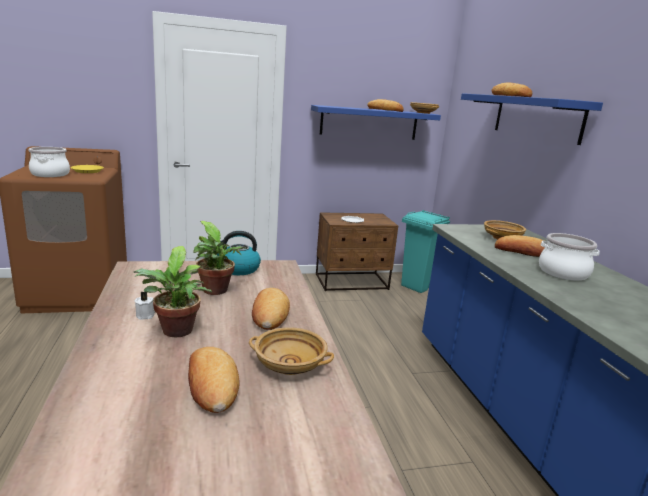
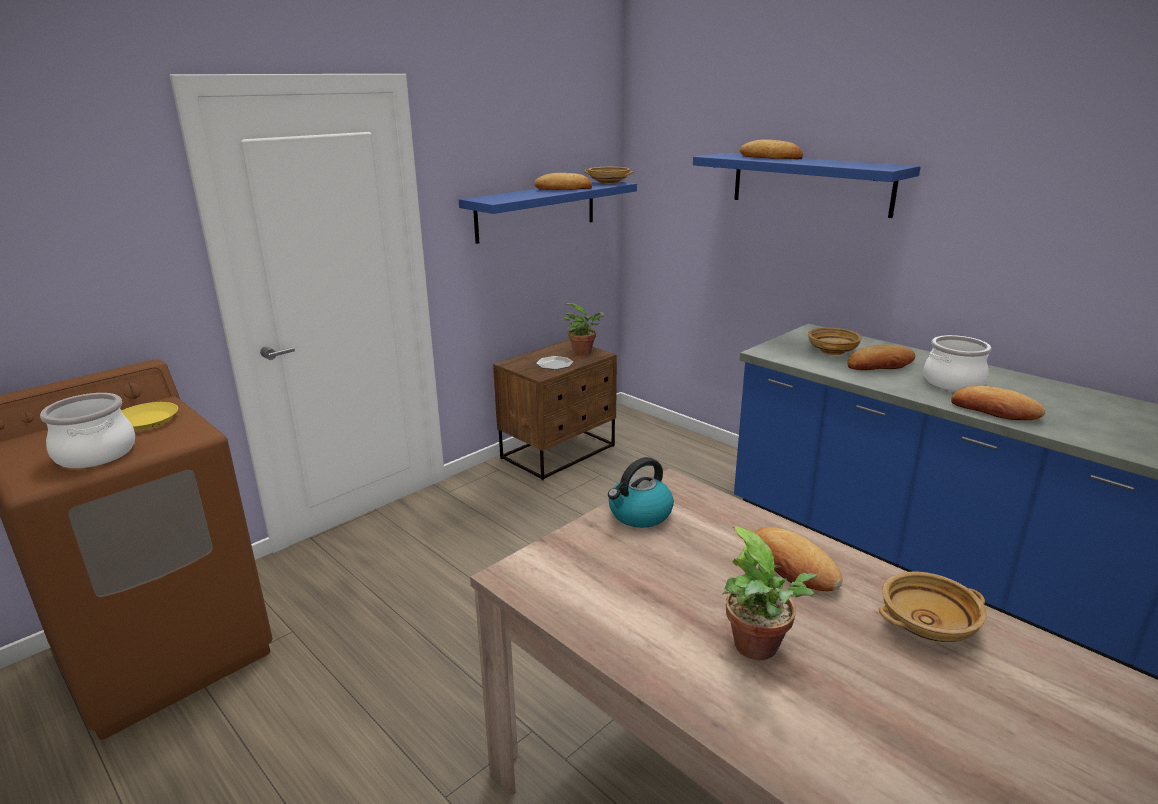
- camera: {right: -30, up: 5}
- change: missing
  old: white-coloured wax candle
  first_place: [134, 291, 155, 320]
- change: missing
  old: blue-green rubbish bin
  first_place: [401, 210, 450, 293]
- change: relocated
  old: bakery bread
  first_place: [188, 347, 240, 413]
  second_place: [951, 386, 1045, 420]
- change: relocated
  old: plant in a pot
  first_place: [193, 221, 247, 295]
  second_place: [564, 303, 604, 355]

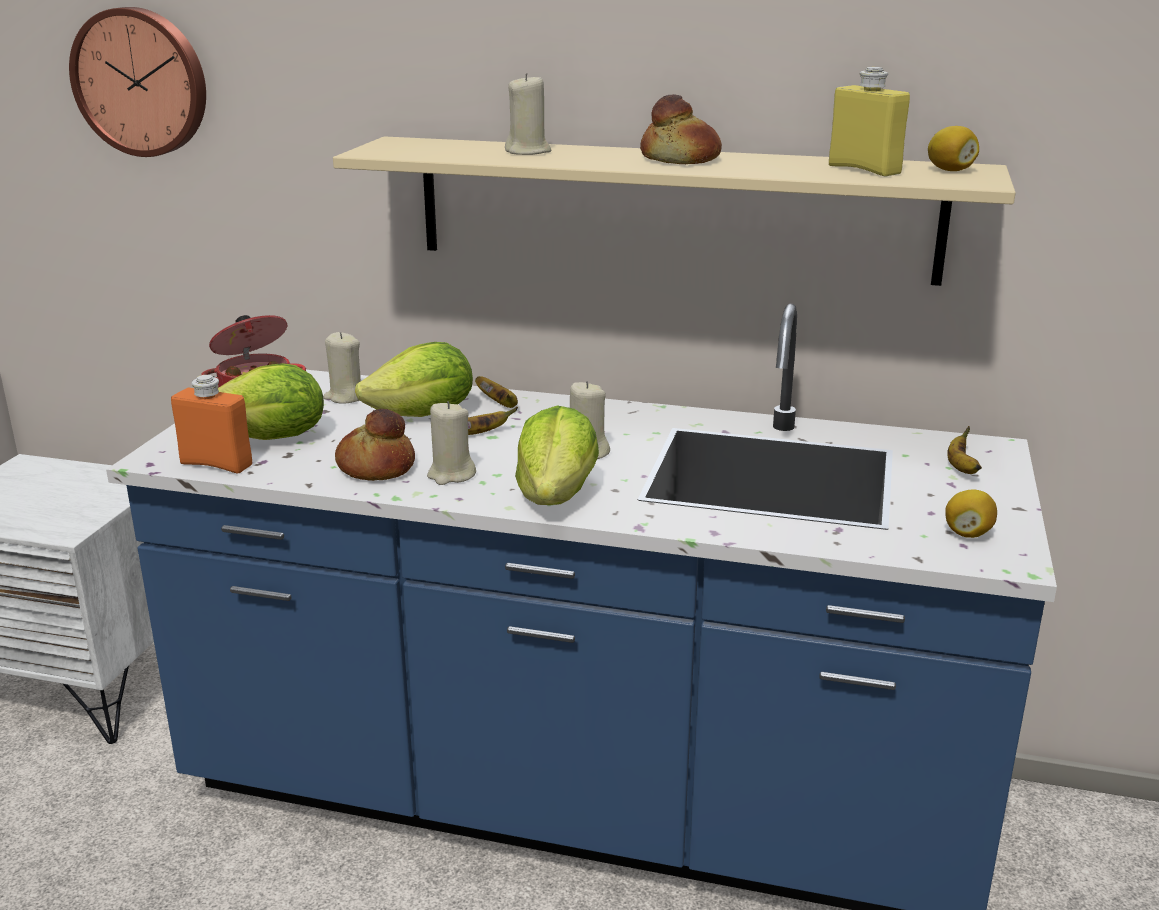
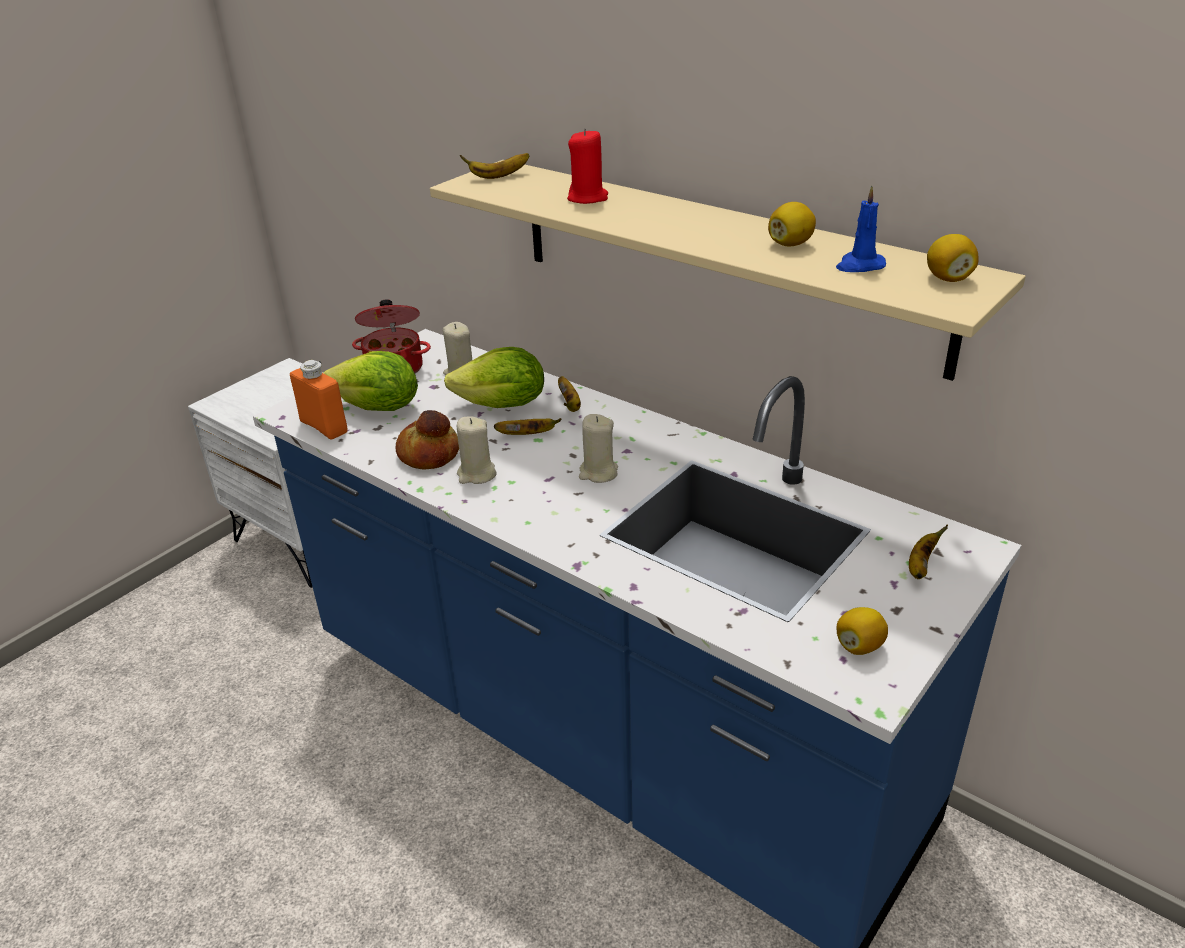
- camera: {right: 25, up: 10}
- change: missing
  old: clock on the wall
  first_place: [69, 7, 206, 157]
- change: missing
  old: lettuce head
  first_place: [515, 405, 599, 505]
- change: missing
  old: bakery bread
  first_place: [640, 94, 722, 164]
- change: appeared
  new: banana fruit
  second_place: [460, 153, 529, 179]
- change: appeared
  new: lemon
  second_place: [768, 202, 816, 246]
- change: exchanged
  old: yellowish beverage bottle
  new: blue-coloured wax candle
  first_place: [829, 67, 910, 176]
  second_place: [836, 186, 886, 272]
- change: colour
  old: beige wax candle
  new: red wax candle
  first_place: [505, 73, 551, 155]
  second_place: [567, 128, 608, 204]

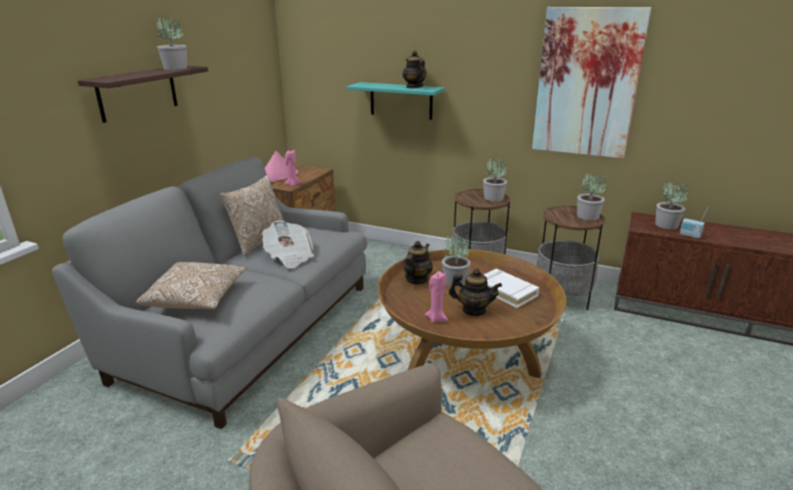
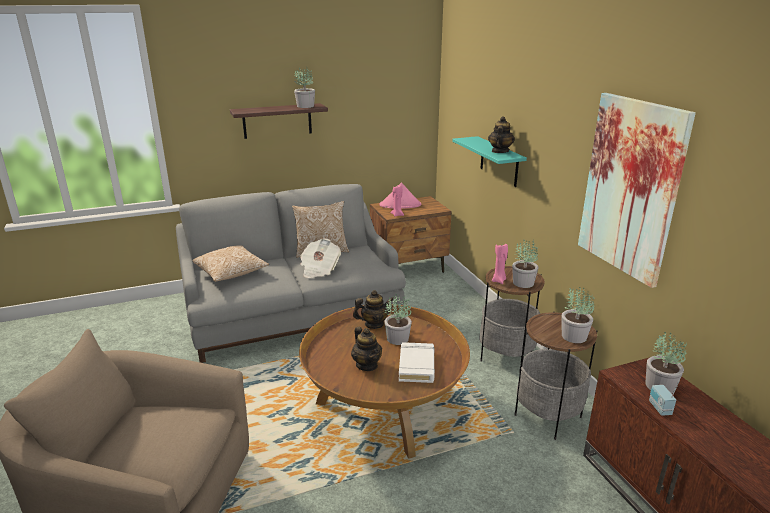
- camera: {right: 45, up: 0}
- change: relocated
  old: pink wax candle
  first_place: [425, 271, 448, 323]
  second_place: [492, 244, 508, 284]

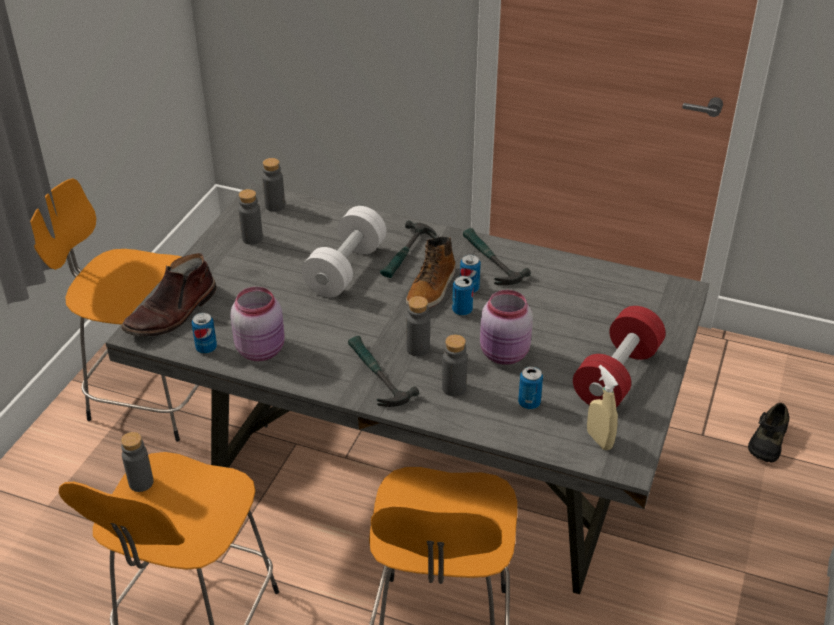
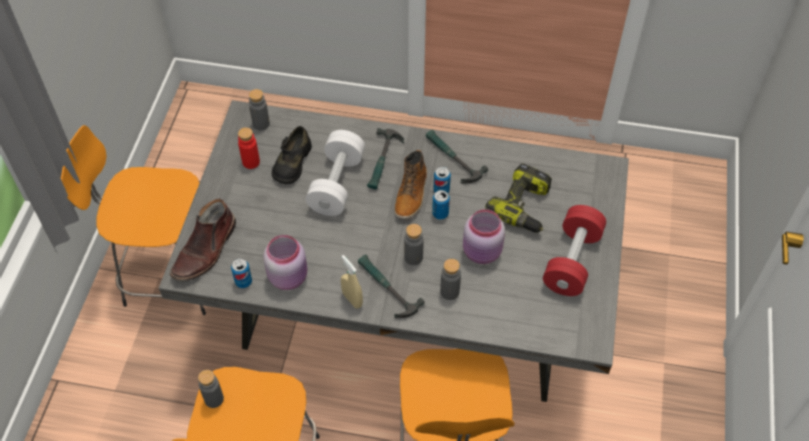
- camera: {right: -10, up: 15}
- change: missing
  old: sealed can
  first_place: [518, 366, 543, 409]
- change: appeared
  new: electric drill
  second_place: [485, 164, 552, 233]
- change: relocated
  old: beige hand sprayer
  first_place: [587, 365, 618, 450]
  second_place: [341, 255, 363, 308]
- change: relocated
  old: black-coloured item of footwear
  first_place: [748, 403, 789, 463]
  second_place: [272, 126, 312, 184]
- change: colour
  old: gray beverage bottle
  new: red beverage bottle
  first_place: [238, 189, 263, 245]
  second_place: [238, 127, 260, 169]

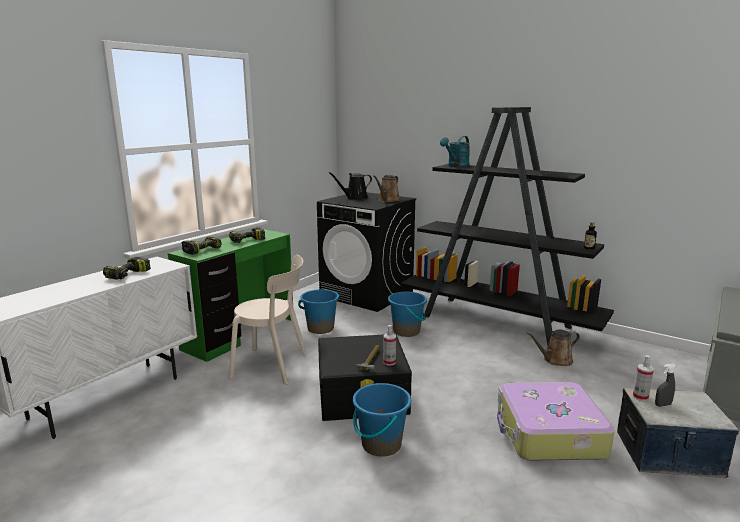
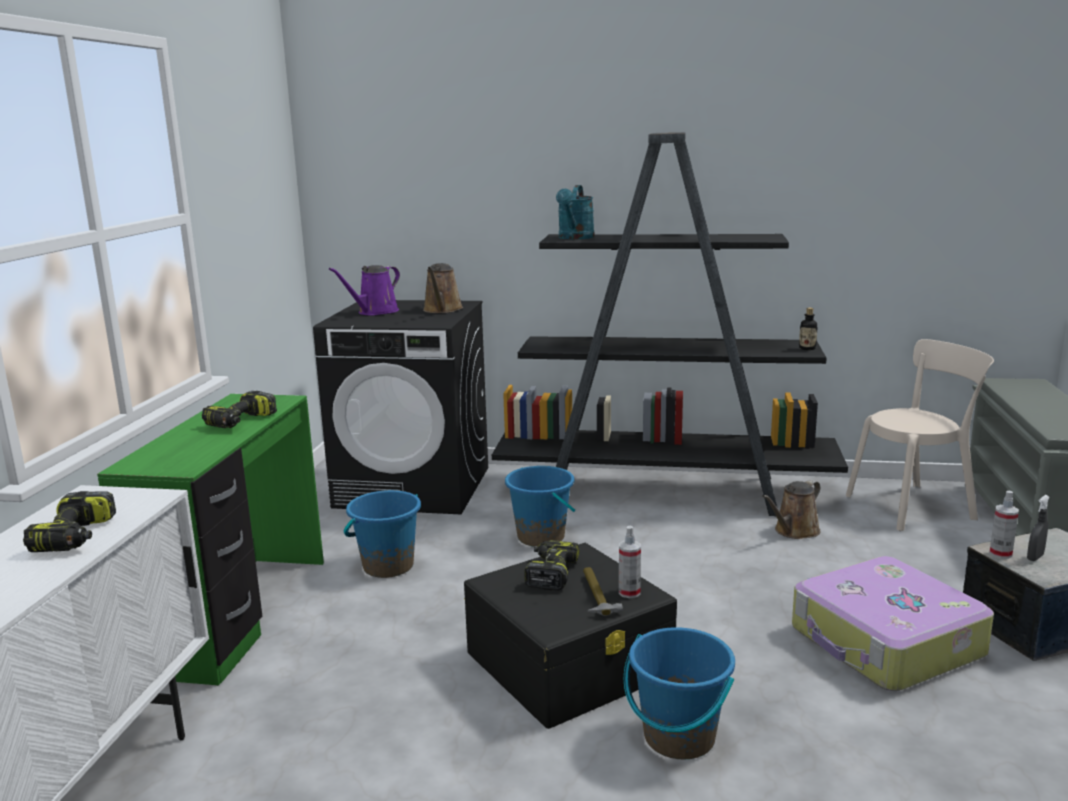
- camera: {right: -25, up: 0}
- change: relocated
  old: electric drill
  first_place: [182, 236, 222, 255]
  second_place: [524, 540, 579, 590]
- change: relocated
  old: beige plain chair
  first_place: [229, 255, 307, 385]
  second_place: [846, 339, 994, 531]
- change: colour
  old: black-coloured sprinkling can
  new: purple-coloured sprinkling can
  first_place: [328, 172, 372, 199]
  second_place: [329, 265, 400, 315]

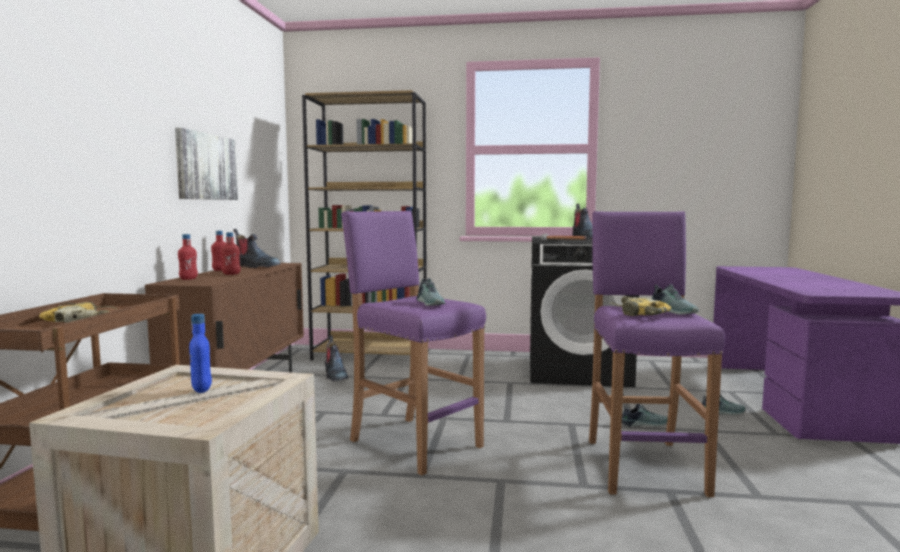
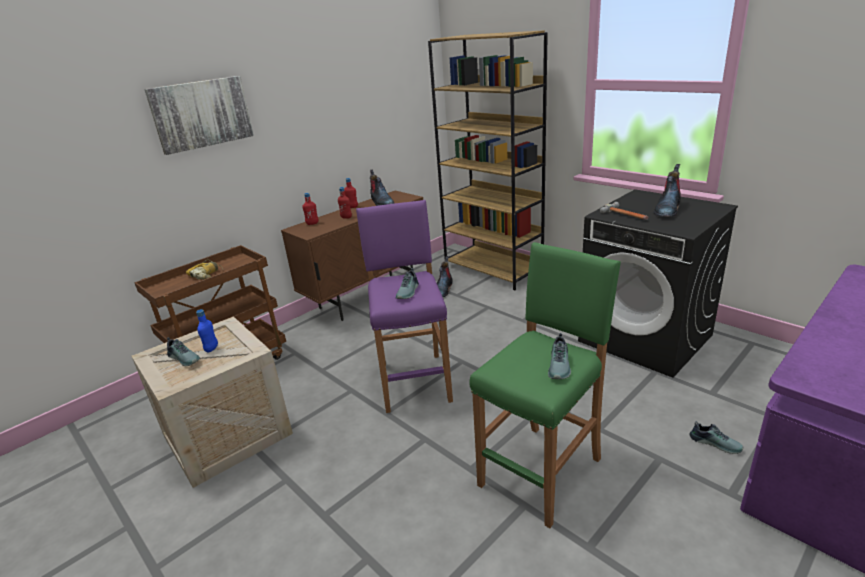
- camera: {right: 40, up: 20}
- change: missing
  old: electric drill
  first_place: [609, 296, 671, 316]
- change: relocated
  old: wall art
  first_place: [175, 128, 238, 200]
  second_place: [144, 76, 254, 155]
- change: relocated
  old: item of footwear
  first_place: [622, 404, 668, 427]
  second_place: [167, 337, 200, 366]
- change: colour
  old: purple-coloured stool
  new: green stool
  first_place: [589, 211, 725, 497]
  second_place: [469, 242, 621, 528]

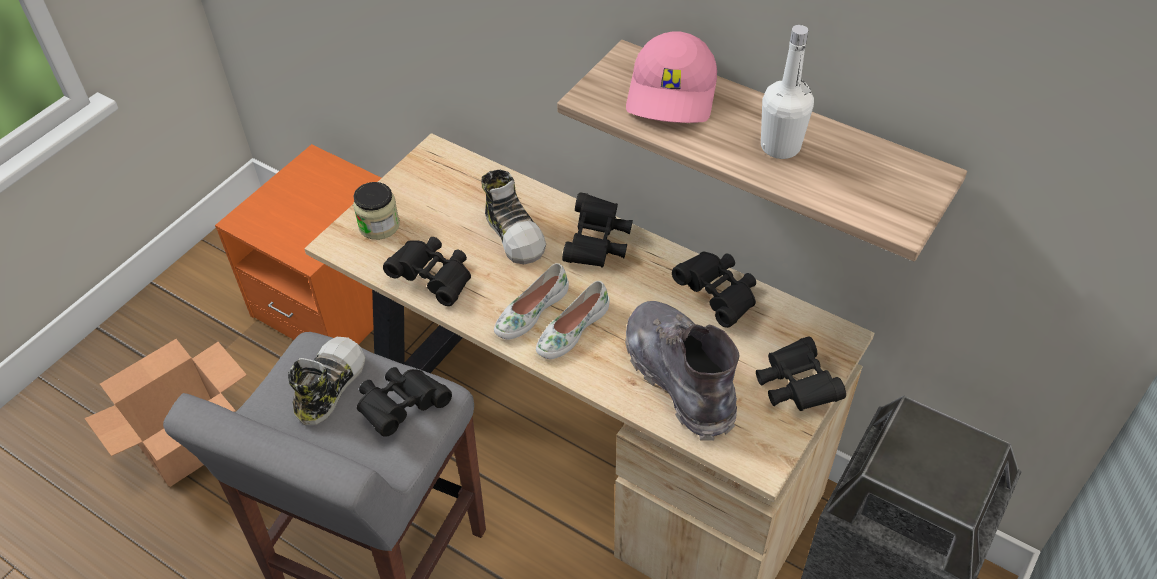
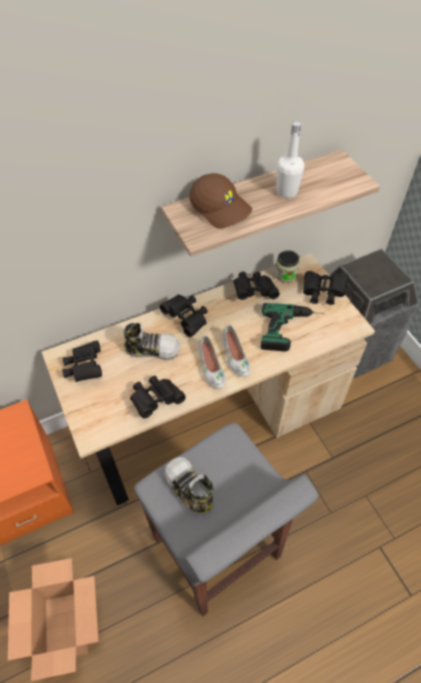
- camera: {right: -60, up: 5}
- change: relocated
  old: storage jar
  first_place: [353, 182, 400, 240]
  second_place: [275, 250, 300, 283]
- change: relocated
  old: black-coloured pair of binoculars
  first_place: [357, 367, 452, 437]
  second_place: [62, 341, 102, 382]
- change: exchanged
  old: gray boot
  new: electric drill
  first_place: [625, 301, 739, 441]
  second_place: [261, 303, 325, 352]
- change: colour
  old: pink peaked cap
  new: brownish peaked cap
  first_place: [626, 31, 717, 123]
  second_place: [189, 173, 252, 229]

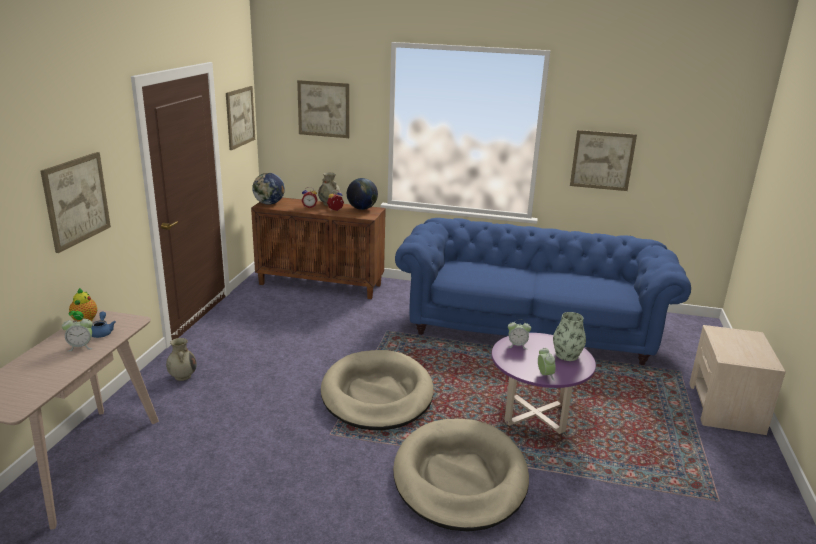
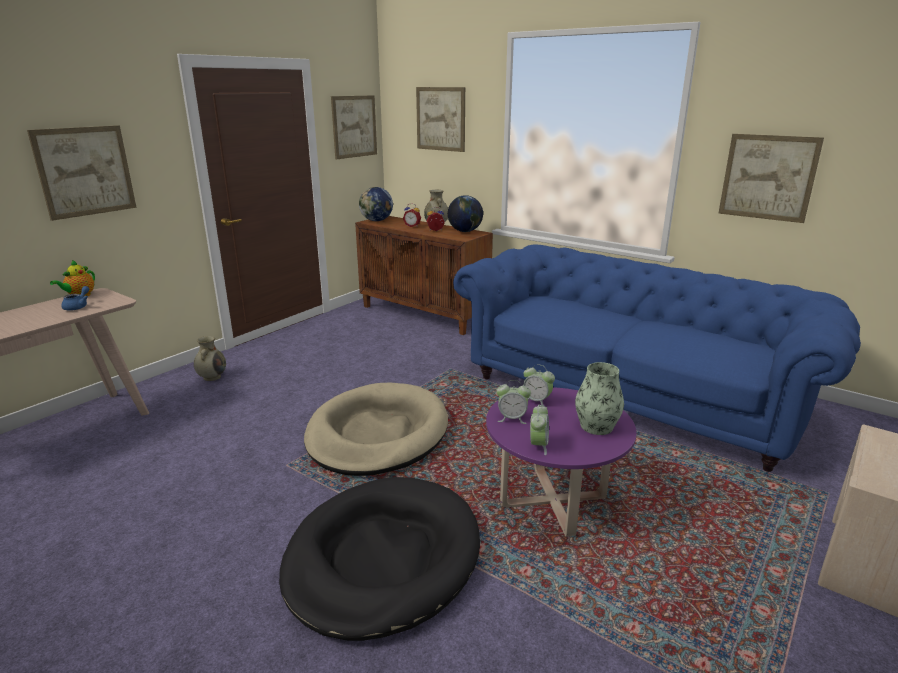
- camera: {right: 25, up: 0}
- change: relocated
  old: table clock
  first_place: [62, 316, 93, 352]
  second_place: [496, 380, 531, 424]
- change: colour
  old: beige dog bed
  new: black-coloured dog bed
  first_place: [393, 419, 529, 532]
  second_place: [279, 477, 480, 641]

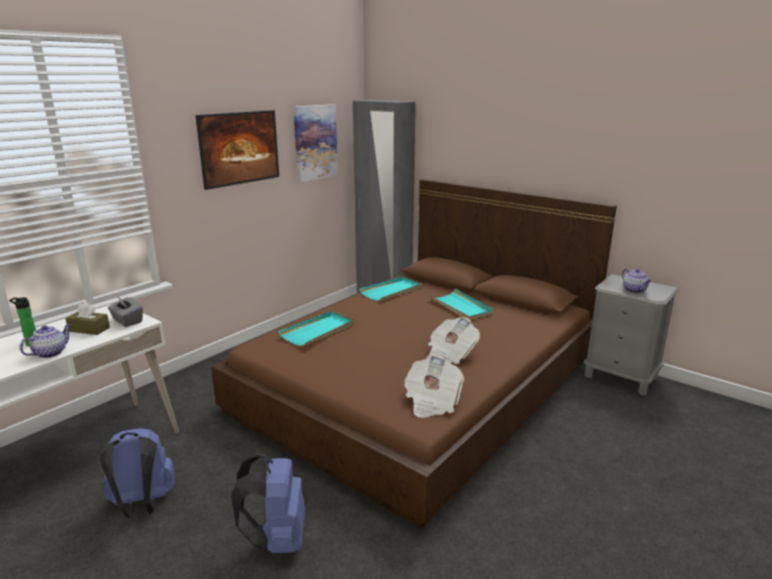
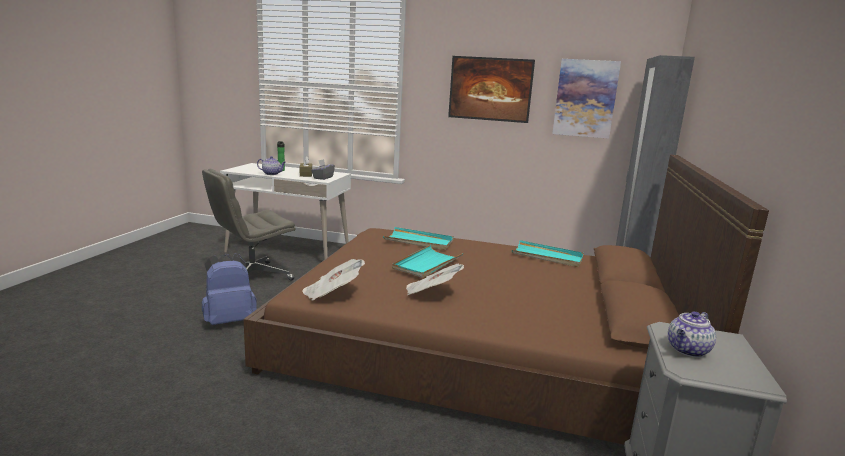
- camera: {right: 65, up: -5}
- change: relocated
  old: blue-green carrying tray
  first_place: [429, 289, 494, 320]
  second_place: [392, 245, 463, 278]
- change: exchanged
  old: blue-coloured knapsack
  new: gray computer chair
  first_place: [100, 428, 175, 518]
  second_place: [202, 169, 296, 281]

